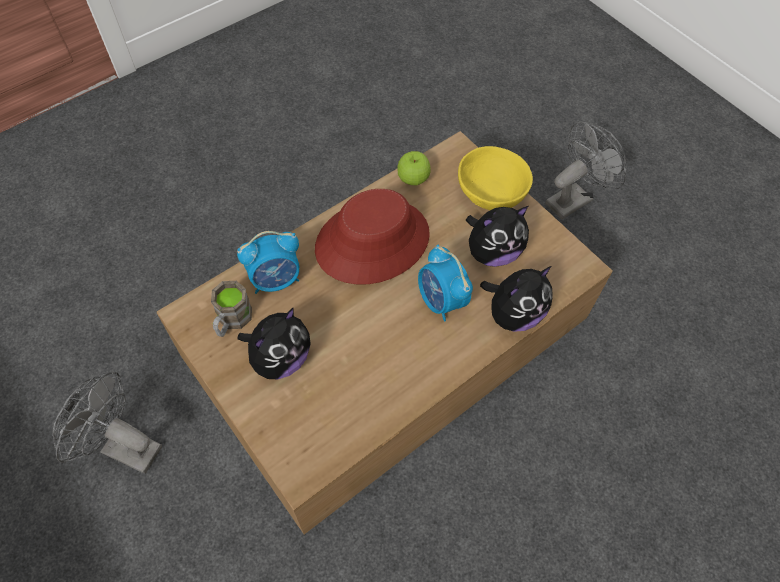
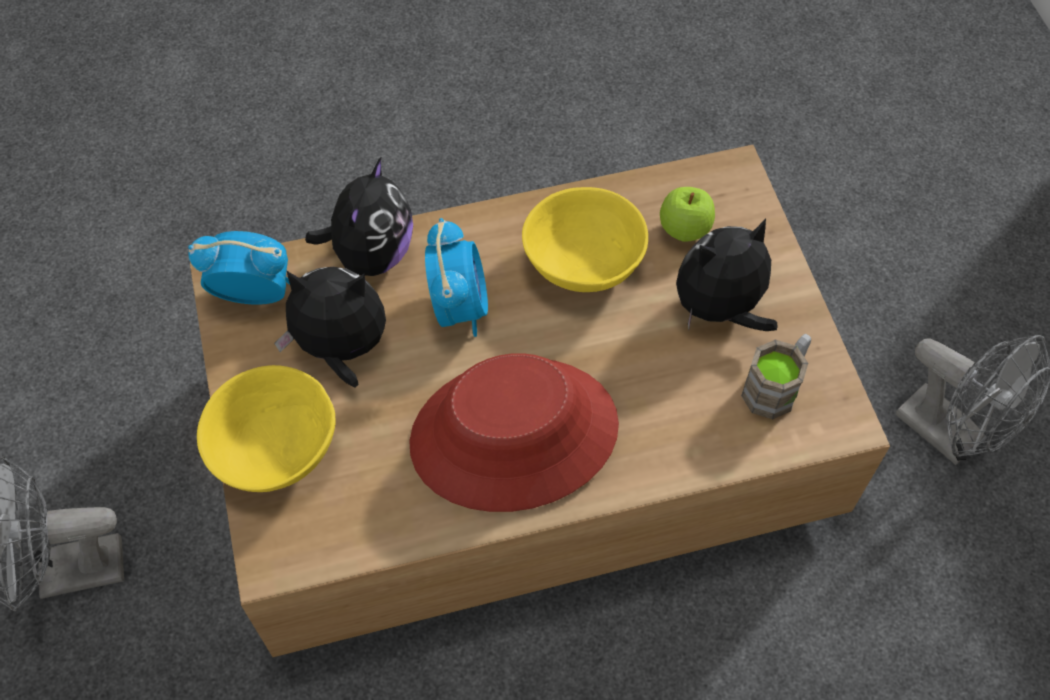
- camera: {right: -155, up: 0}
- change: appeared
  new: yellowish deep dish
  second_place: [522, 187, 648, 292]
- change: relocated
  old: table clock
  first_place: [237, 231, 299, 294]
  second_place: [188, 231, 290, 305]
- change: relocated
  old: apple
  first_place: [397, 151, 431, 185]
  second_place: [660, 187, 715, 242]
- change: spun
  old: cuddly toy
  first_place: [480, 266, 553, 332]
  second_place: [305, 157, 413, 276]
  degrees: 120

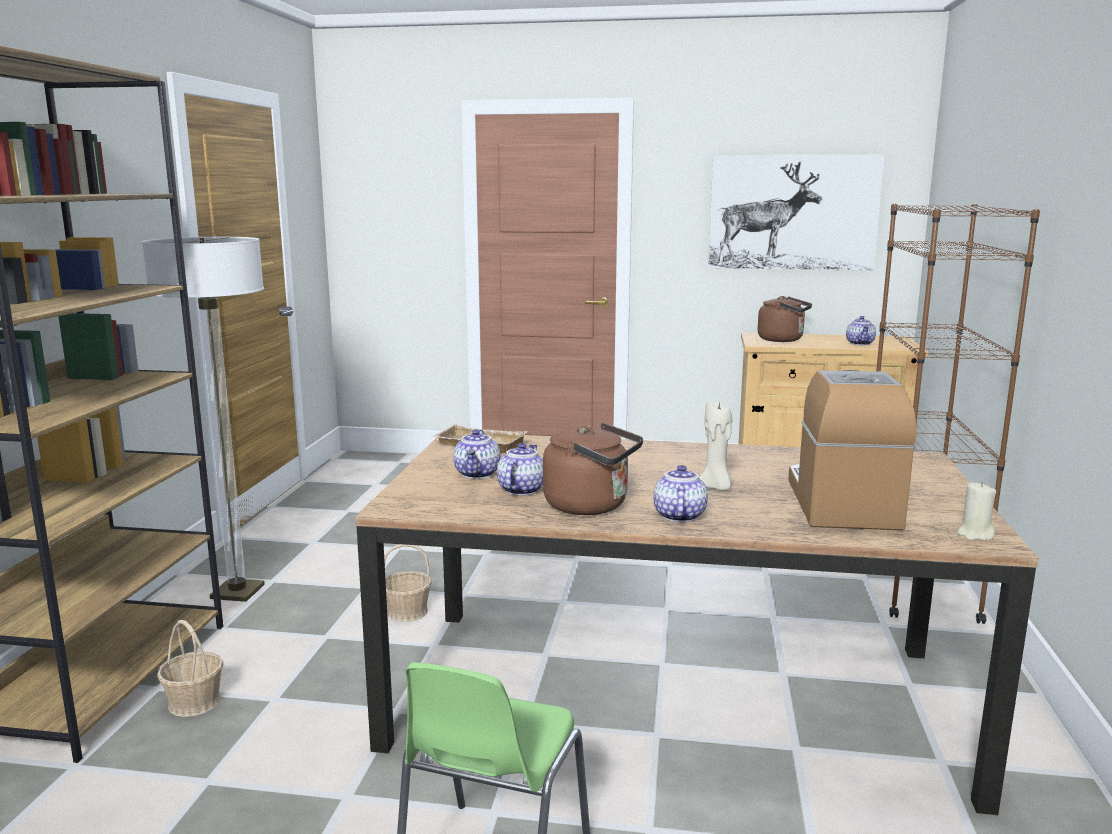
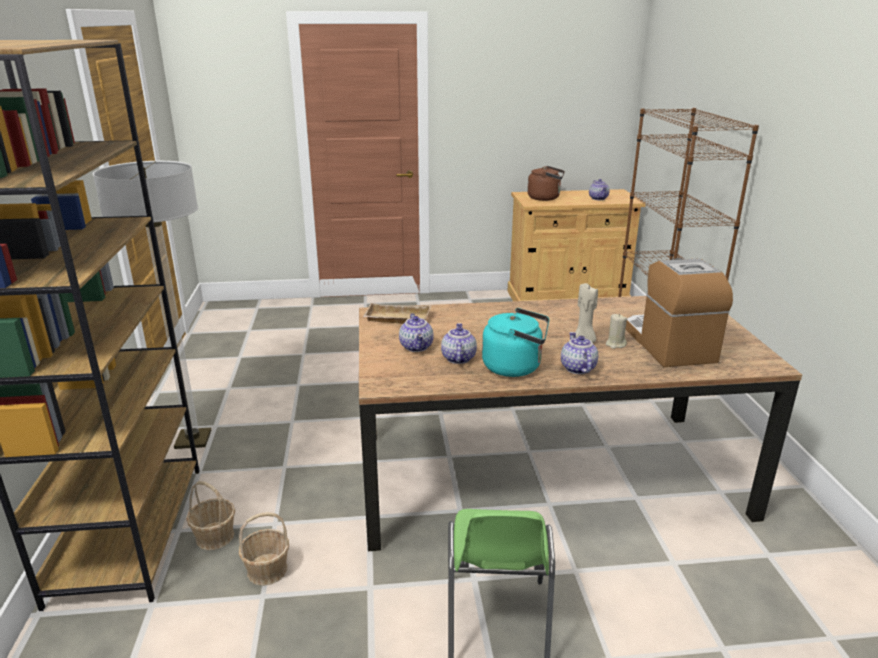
- camera: {right: -15, up: 10}
- change: missing
  old: wall art
  first_place: [708, 154, 885, 271]
- change: relocated
  old: storage basket
  first_place: [384, 544, 432, 622]
  second_place: [239, 512, 289, 586]
- change: relocated
  old: beige wax candle
  first_place: [957, 482, 996, 540]
  second_place: [606, 314, 627, 349]
- change: colour
  old: brownish tea kettle
  new: blue-green tea kettle
  first_place: [543, 423, 643, 515]
  second_place: [482, 308, 549, 377]

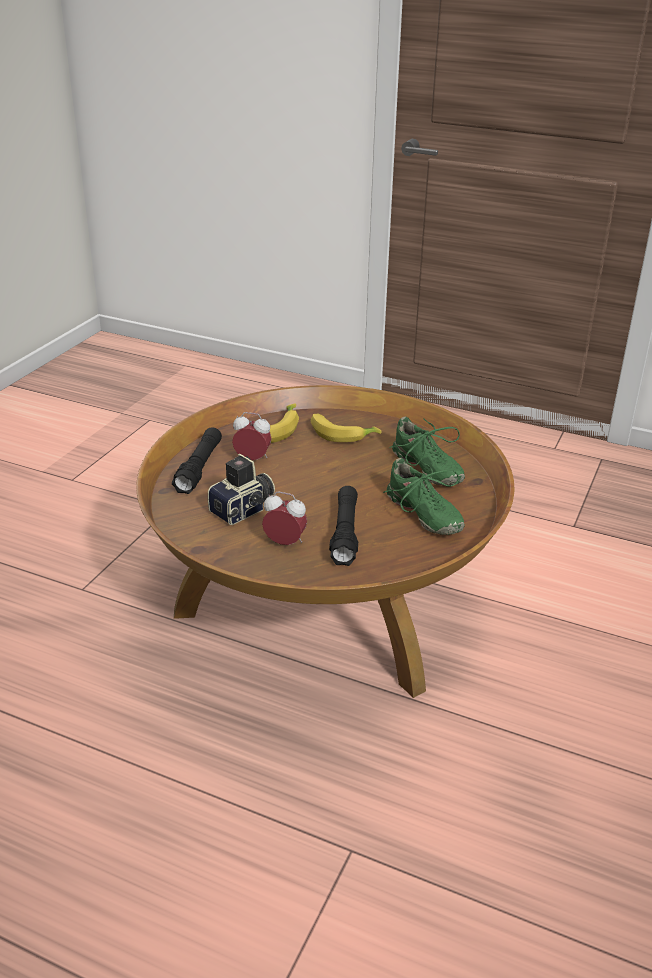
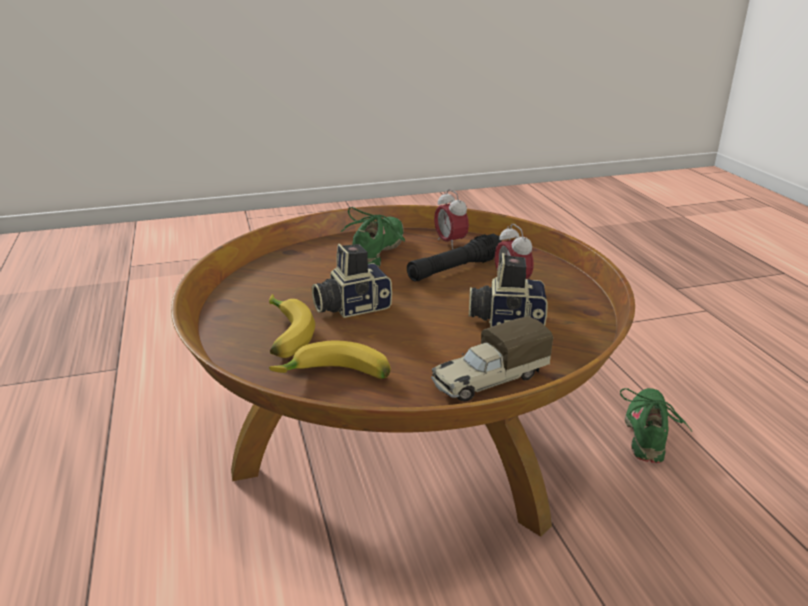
- camera: {right: -130, up: -5}
- change: appeared
  new: still camera
  second_place: [312, 244, 392, 318]
- change: relocated
  old: table clock
  first_place: [232, 412, 272, 460]
  second_place: [434, 189, 469, 249]
- change: relocated
  old: green item of footwear
  first_place: [389, 417, 465, 486]
  second_place: [620, 388, 692, 463]
- change: exchanged
  old: black-coloured flashlight
  new: toy truck
  first_place: [172, 427, 222, 494]
  second_place: [431, 316, 553, 401]

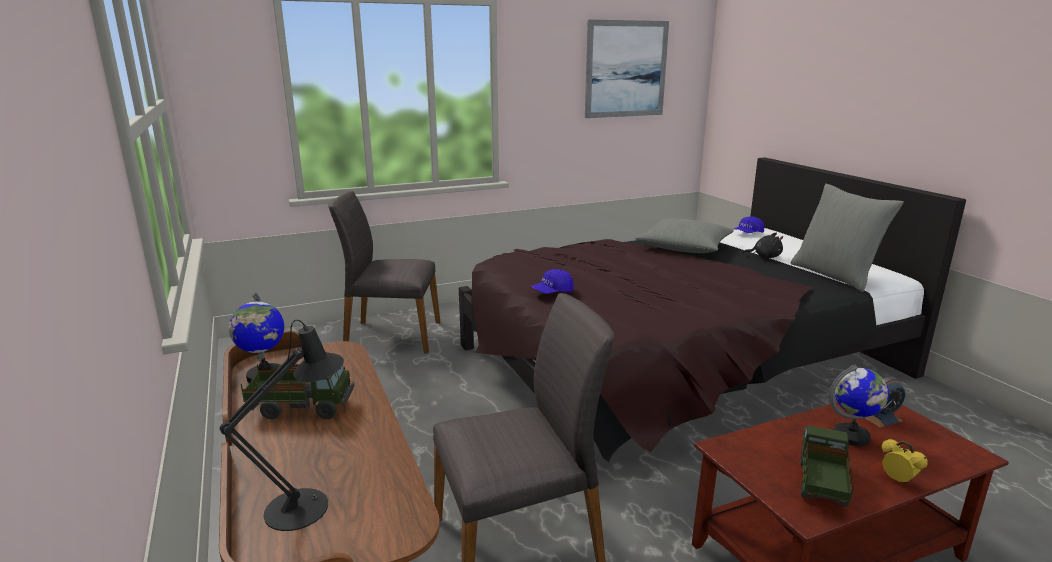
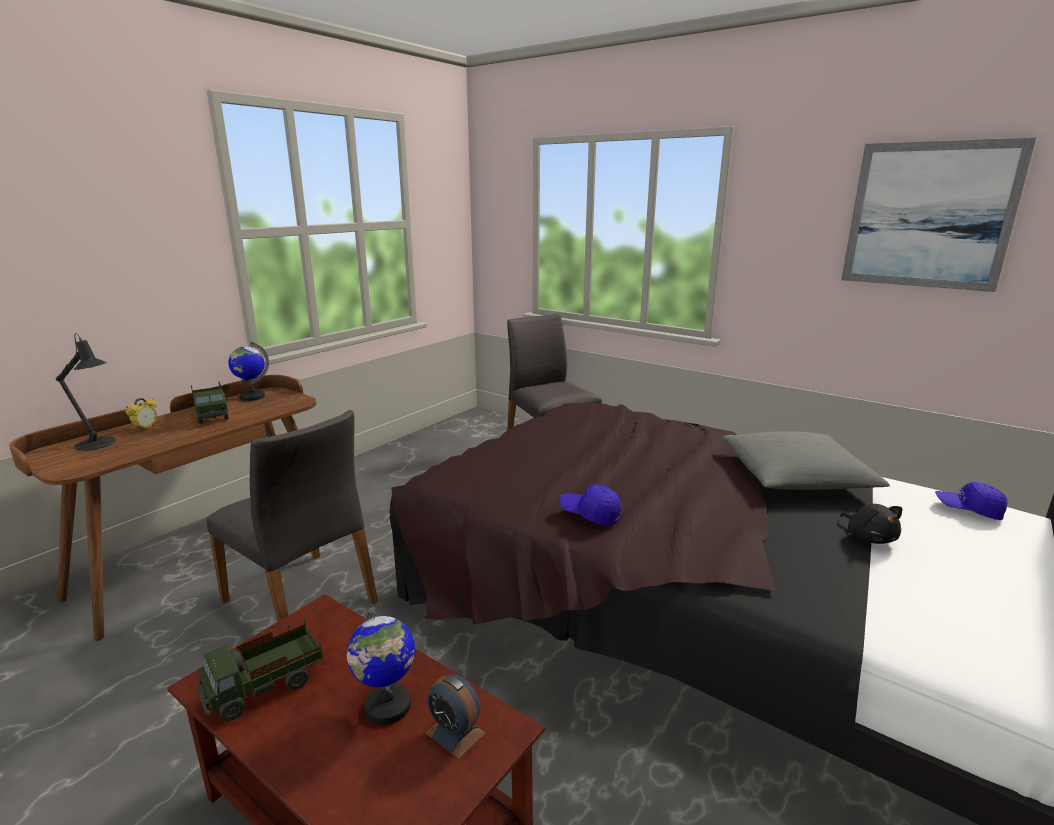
- camera: {right: 60, up: 0}
- change: missing
  old: gray cushion
  first_place: [791, 184, 904, 292]
- change: relocated
  old: blue-coloured peaked cap
  first_place: [530, 269, 574, 294]
  second_place: [560, 484, 621, 526]
- change: relocated
  old: table clock
  first_place: [882, 439, 928, 484]
  second_place: [125, 398, 157, 431]
- change: spun
  old: toy truck
  first_place: [800, 425, 854, 506]
  second_place: [195, 618, 323, 721]
  degrees: 150

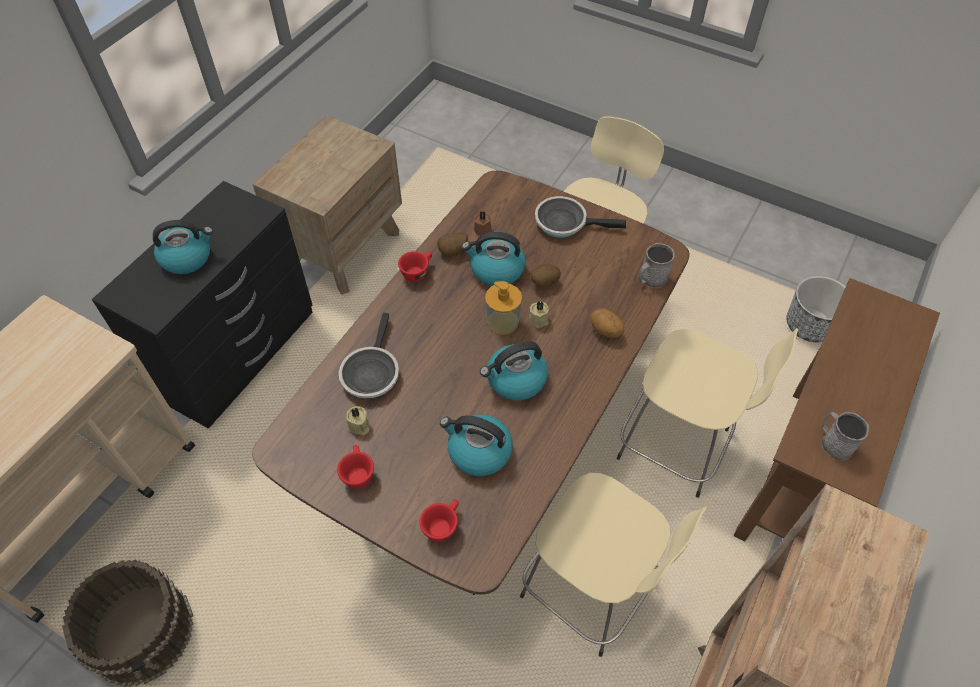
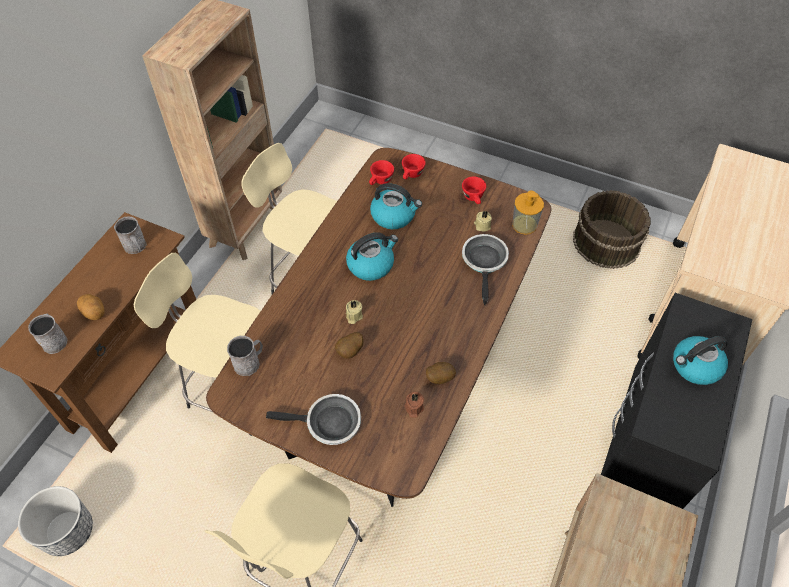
- camera: {right: 175, up: 0}
- change: missing
  old: tea kettle
  first_place: [462, 232, 526, 286]
- change: appeared
  new: gray mug
  second_place: [28, 313, 67, 354]
- change: relocated
  old: red cup
  first_place: [398, 251, 432, 282]
  second_place: [369, 160, 394, 185]
- change: relocated
  old: soap bottle
  first_place: [485, 281, 522, 335]
  second_place: [512, 190, 544, 235]
- change: relocated
  old: potato
  first_place: [590, 309, 624, 338]
  second_place: [77, 294, 104, 320]

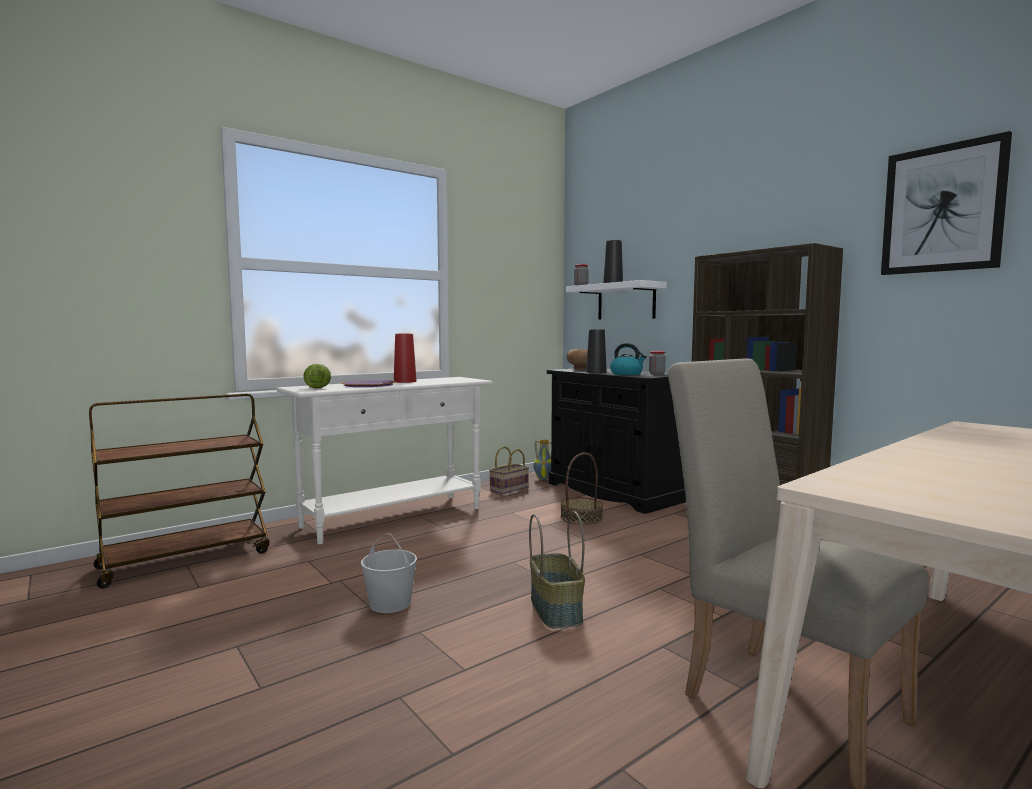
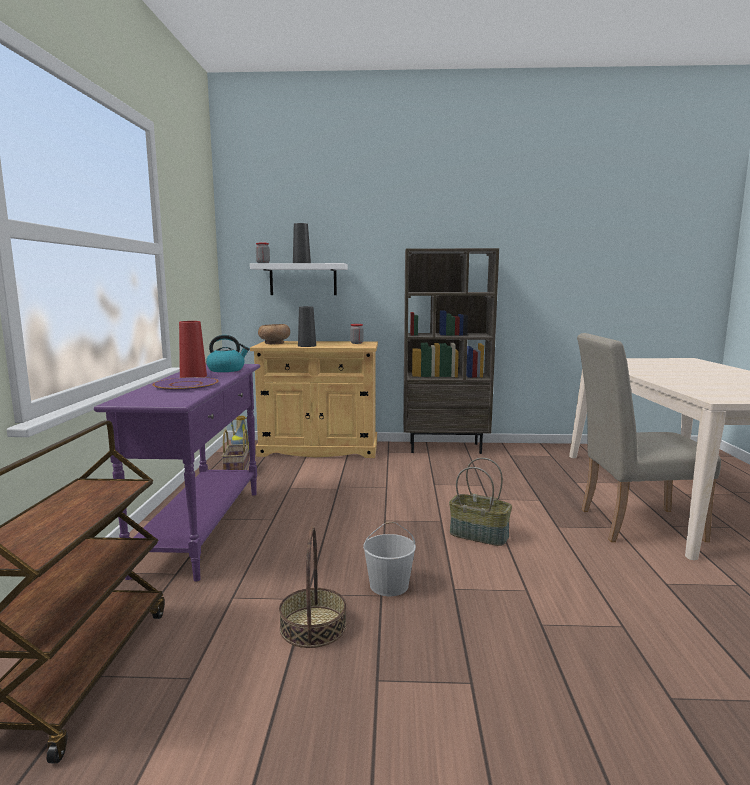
- camera: {right: -50, up: 5}
- change: missing
  old: lettuce head
  first_place: [303, 364, 331, 389]
- change: missing
  old: wall art
  first_place: [881, 131, 1012, 275]
- change: relocated
  old: storage basket
  first_place: [560, 452, 603, 525]
  second_place: [279, 527, 347, 648]
- change: relocated
  old: tea kettle
  first_place: [610, 343, 647, 375]
  second_place: [206, 335, 250, 372]
- change: colour
  old: white-coloured narrow table
  new: purple-coloured narrow table
  first_place: [277, 377, 493, 544]
  second_place: [94, 364, 260, 581]
- change: colour
  old: black-coloured storage cabinet
  new: beige storage cabinet
  first_place: [547, 369, 686, 514]
  second_place: [250, 341, 378, 458]

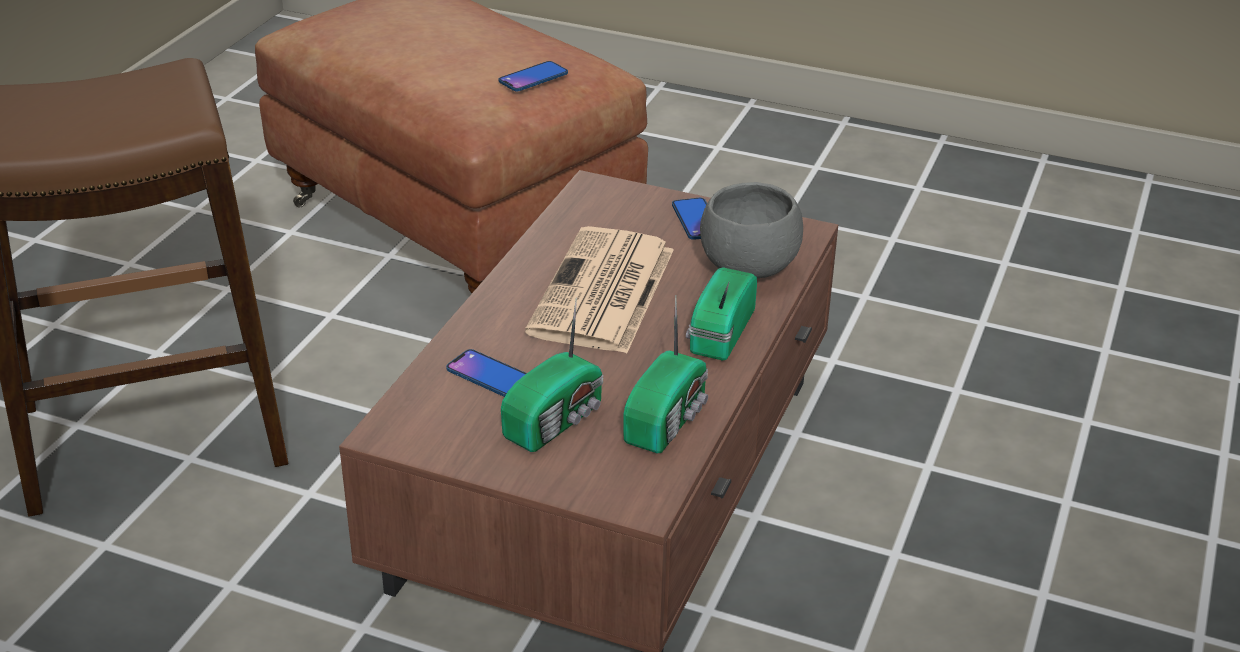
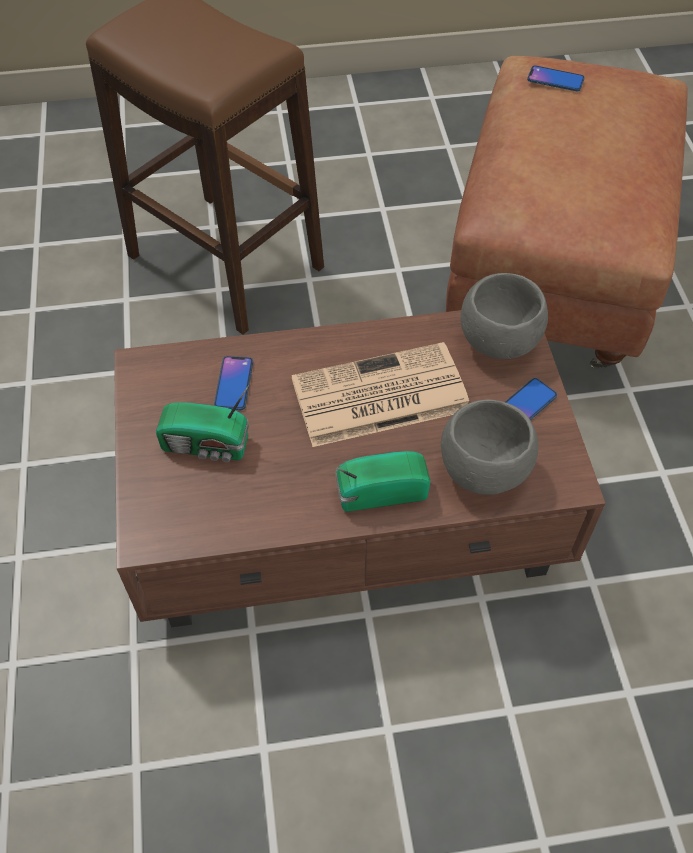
- camera: {right: 60, up: 20}
- change: missing
  old: radio receiver
  first_place: [624, 295, 708, 454]
- change: appeared
  new: gray deep dish
  second_place: [460, 273, 548, 359]
- change: relocated
  old: phone
  first_place: [499, 61, 568, 91]
  second_place: [527, 66, 585, 91]

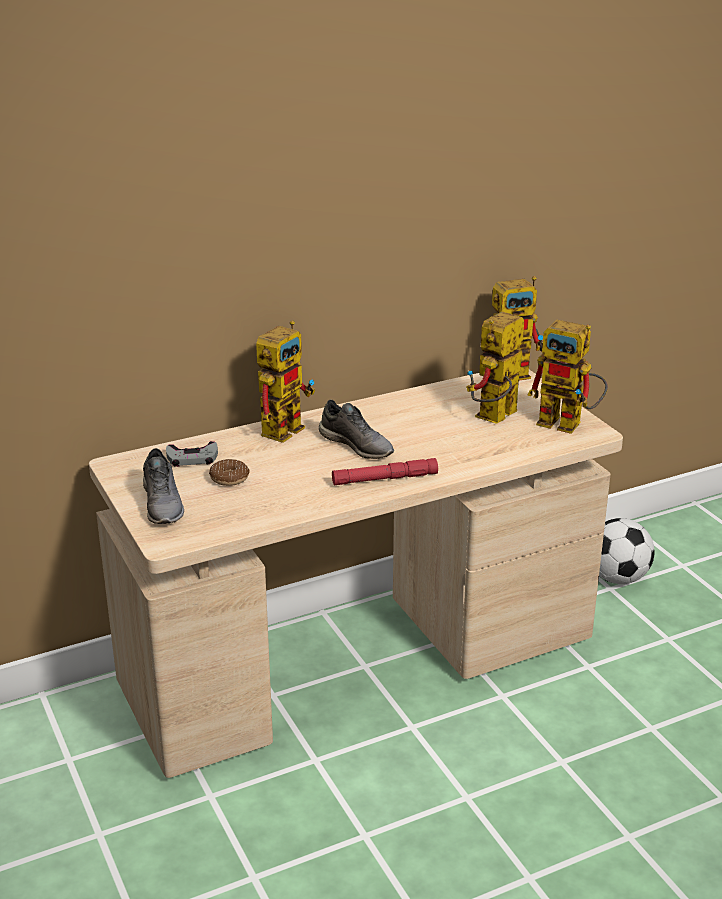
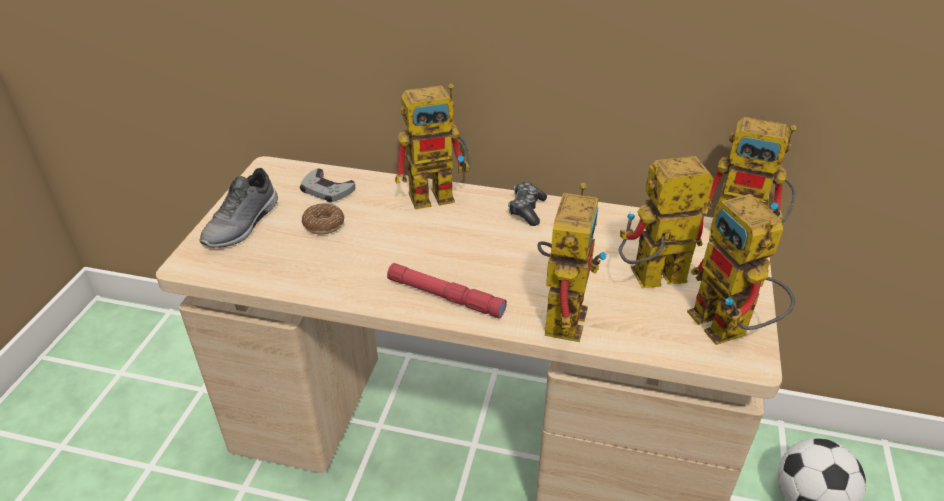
- camera: {right: 40, up: 10}
- change: missing
  old: gray item of footwear
  first_place: [319, 400, 394, 459]
- change: appeared
  new: game controller
  second_place: [508, 182, 547, 226]
- change: appeared
  new: model robot
  second_place: [537, 183, 606, 342]

